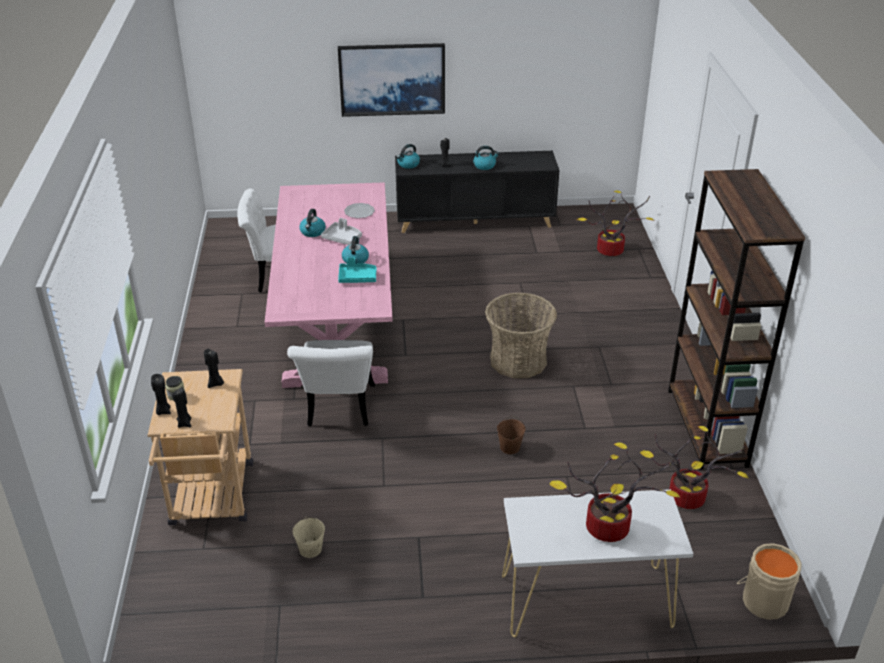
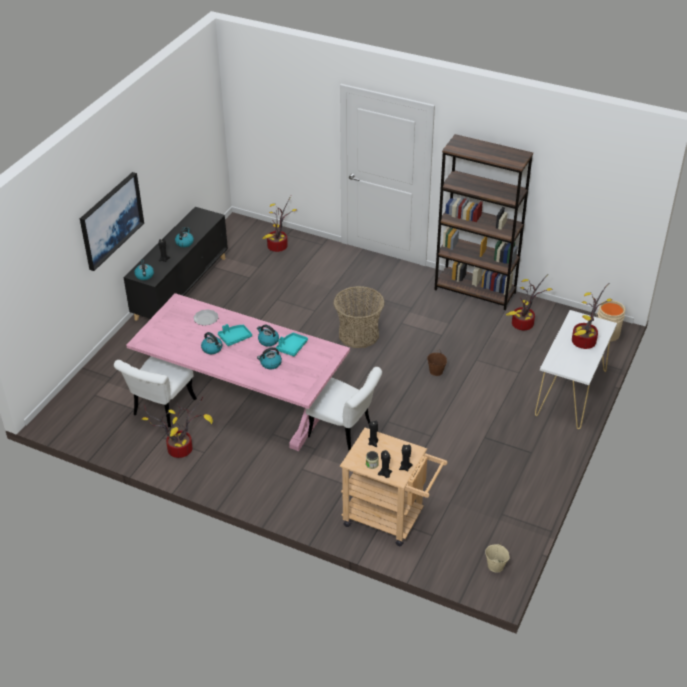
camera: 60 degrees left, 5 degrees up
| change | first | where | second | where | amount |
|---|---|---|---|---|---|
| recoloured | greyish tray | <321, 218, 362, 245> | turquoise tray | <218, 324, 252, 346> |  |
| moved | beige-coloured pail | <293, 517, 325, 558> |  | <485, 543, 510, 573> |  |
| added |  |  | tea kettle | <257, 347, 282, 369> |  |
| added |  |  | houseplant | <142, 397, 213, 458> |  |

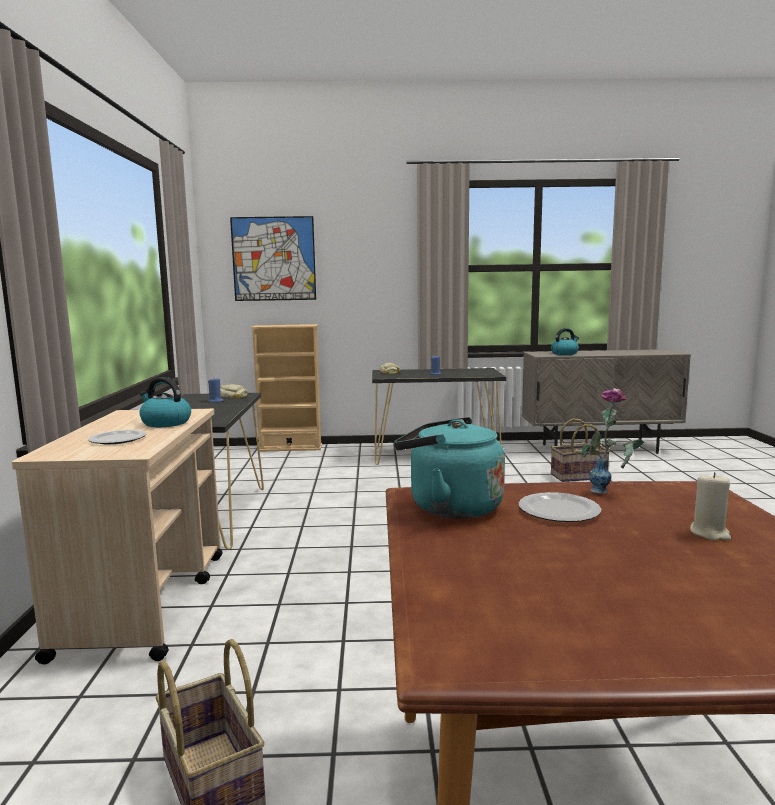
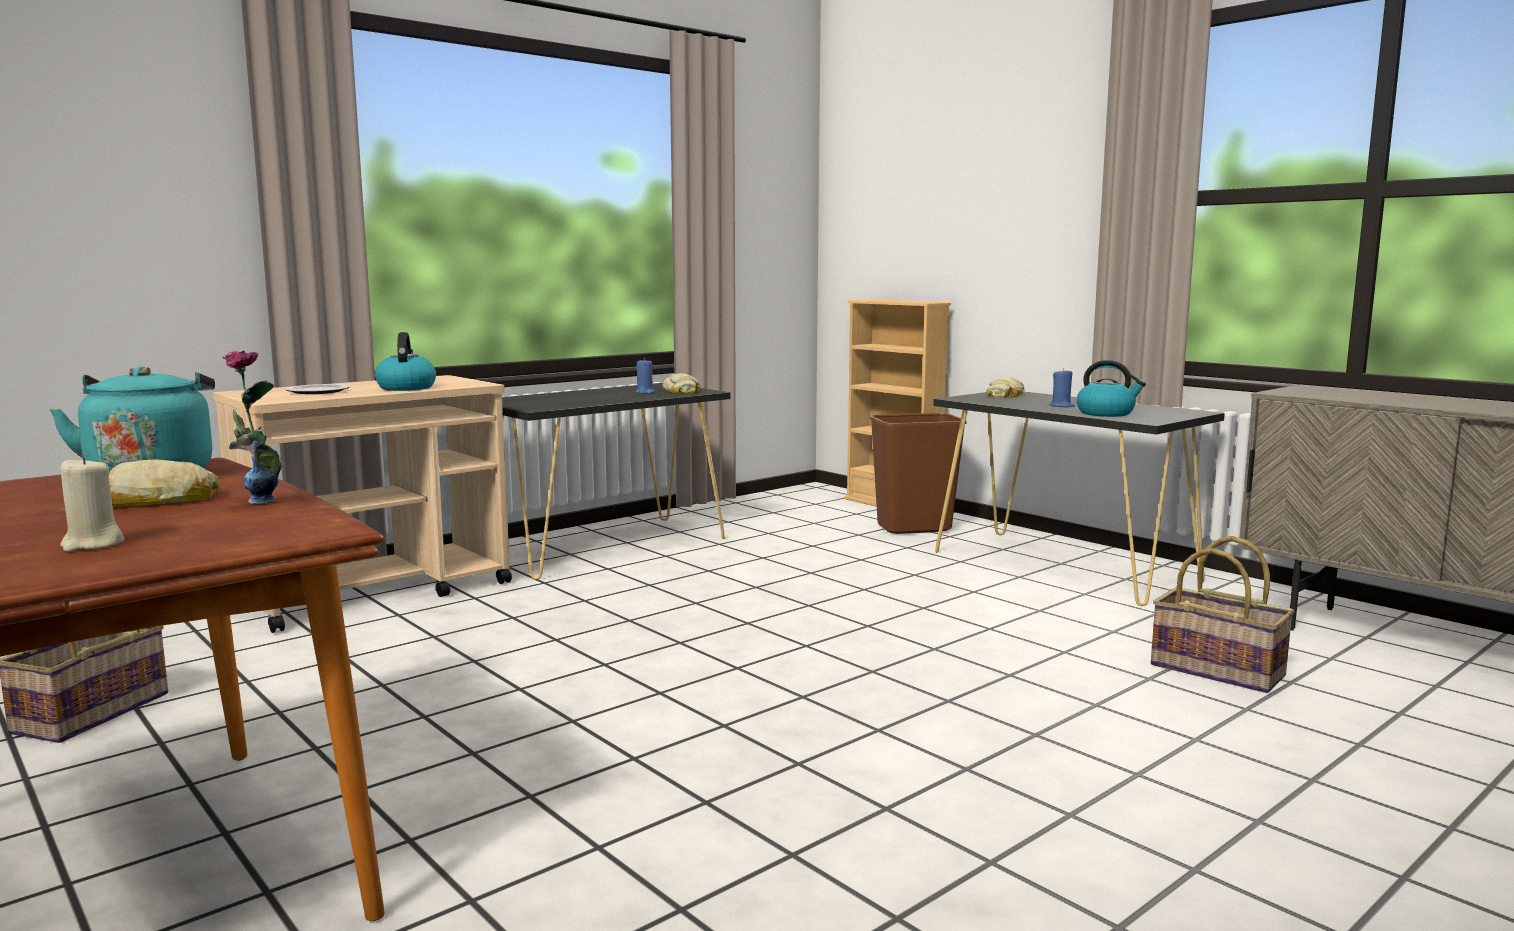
camera: 50 degrees right, 0 degrees up
| change | first | where | second | where | amount |
|---|---|---|---|---|---|
| removed | wall art | <230, 216, 316, 301> |  |  |  |
| moved | tea kettle | <551, 328, 579, 355> |  | <1077, 360, 1146, 417> |  |
| replaced | flat dish | <519, 492, 601, 522> | baked bread | <109, 459, 219, 507> |  |
| added |  |  | brown-coloured rubbish bin | <870, 413, 966, 534> |  |

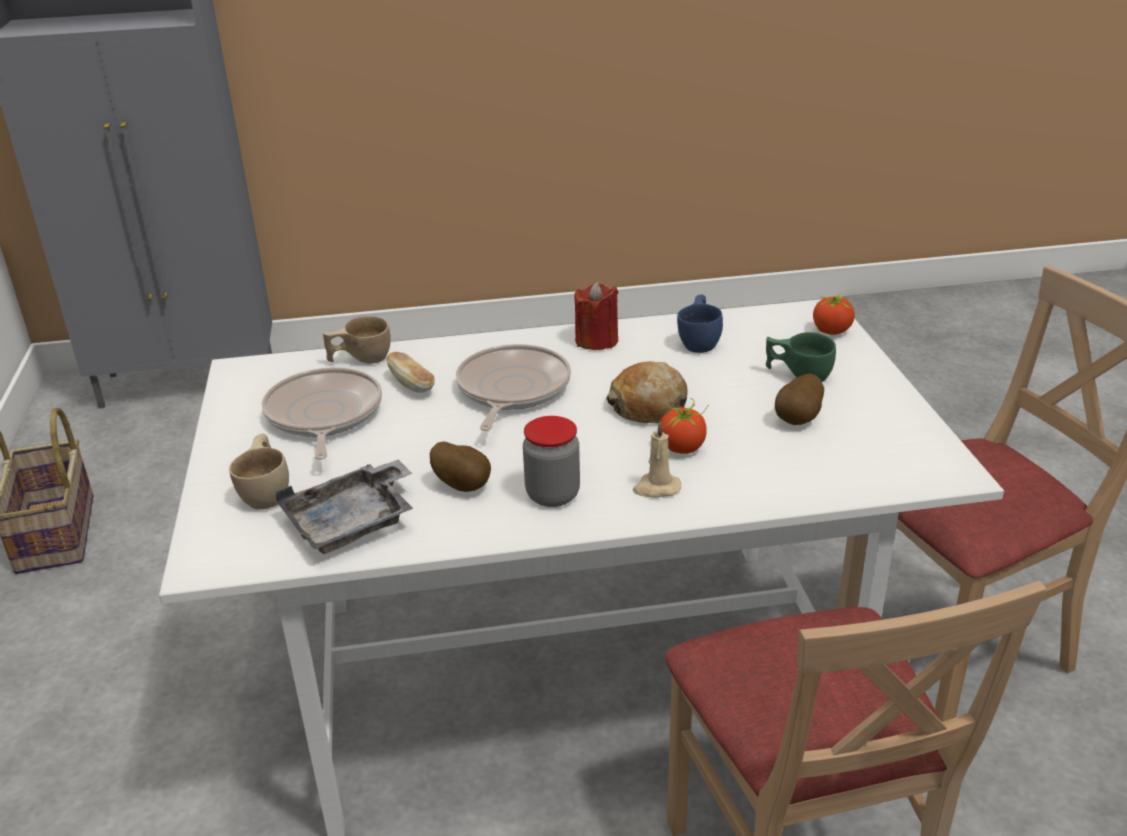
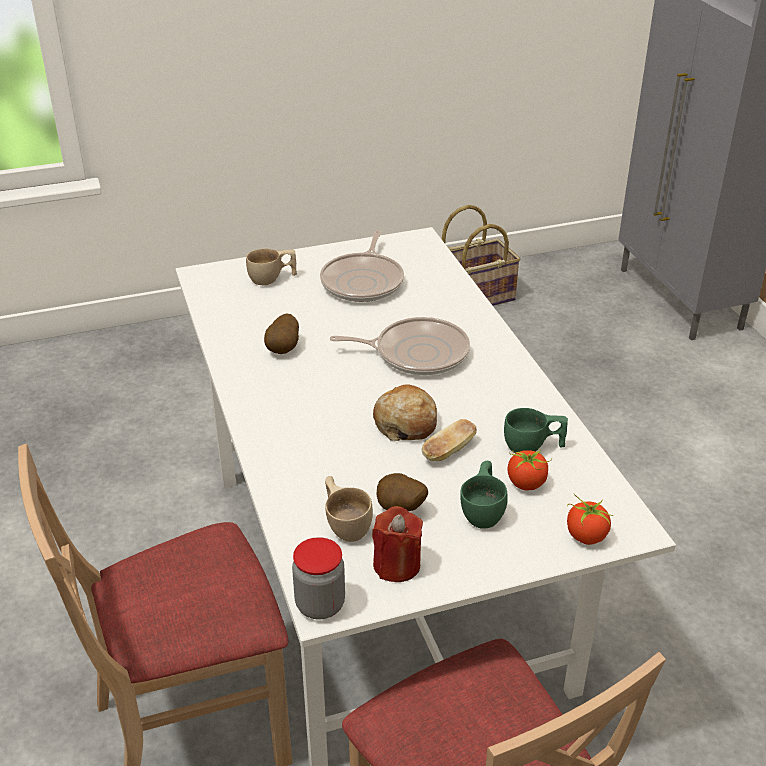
camera: 80 degrees right, 5 degrees up
| change | first | where | second | where | amount |
|---|---|---|---|---|---|
| moved | red wax light | <574, 282, 618, 350> |  | <372, 506, 423, 582> |  |
| recoloured | bluish small cup | <677, 295, 723, 353> | green-coloured small cup | <504, 408, 568, 453> |  |
| moved | beige-coloured small cup | <323, 316, 391, 363> |  | <325, 476, 373, 542> |  |
| moved | baked bread | <387, 352, 435, 393> |  | <421, 419, 477, 462> |  |
| turned | pan | <261, 368, 382, 460> |  | <320, 230, 404, 302> | 120 degrees clockwise |
| moved | tomato | <661, 398, 708, 454> |  | <508, 448, 552, 490> |  |
| moved | storage jar | <523, 416, 580, 507> |  | <292, 537, 345, 620> |  |
| removed | beige-coloured wax light | <633, 421, 681, 498> |  |  |  |
| removed | greyish tray | <275, 459, 413, 554> |  |  |  |

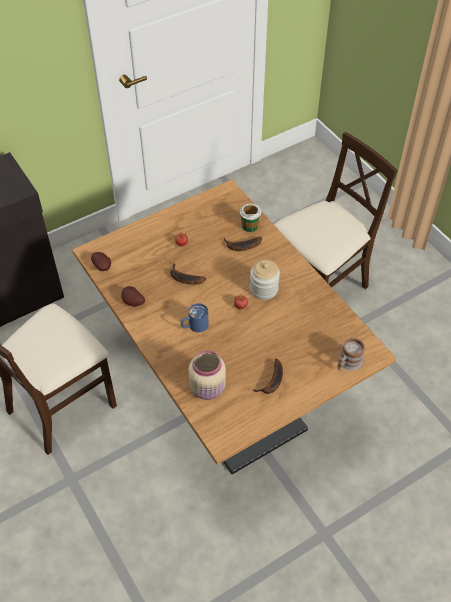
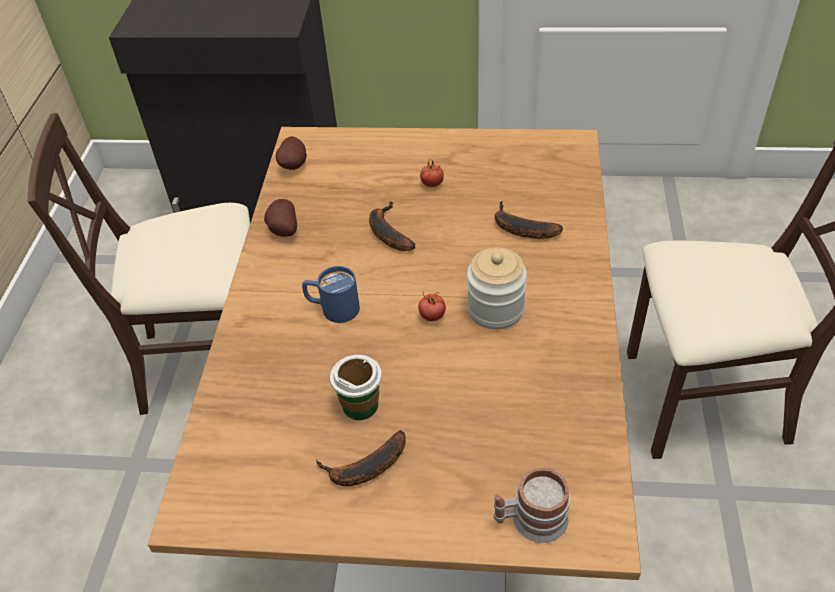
camera: 40 degrees right, 5 degrees down
| change | first | where | second | where | amount |
|---|---|---|---|---|---|
| moved | small cup | <240, 204, 261, 232> |  | <330, 355, 382, 420> |  |
| removed | beige-coloured storage jar | <188, 351, 226, 400> |  |  |  |

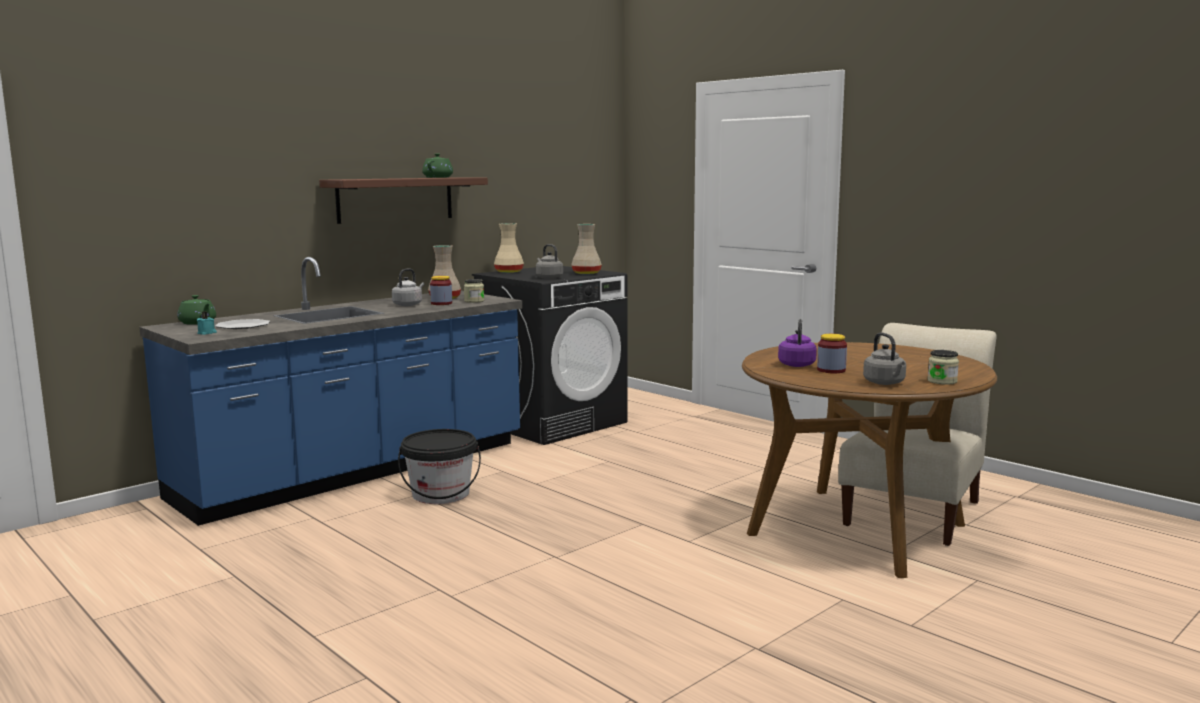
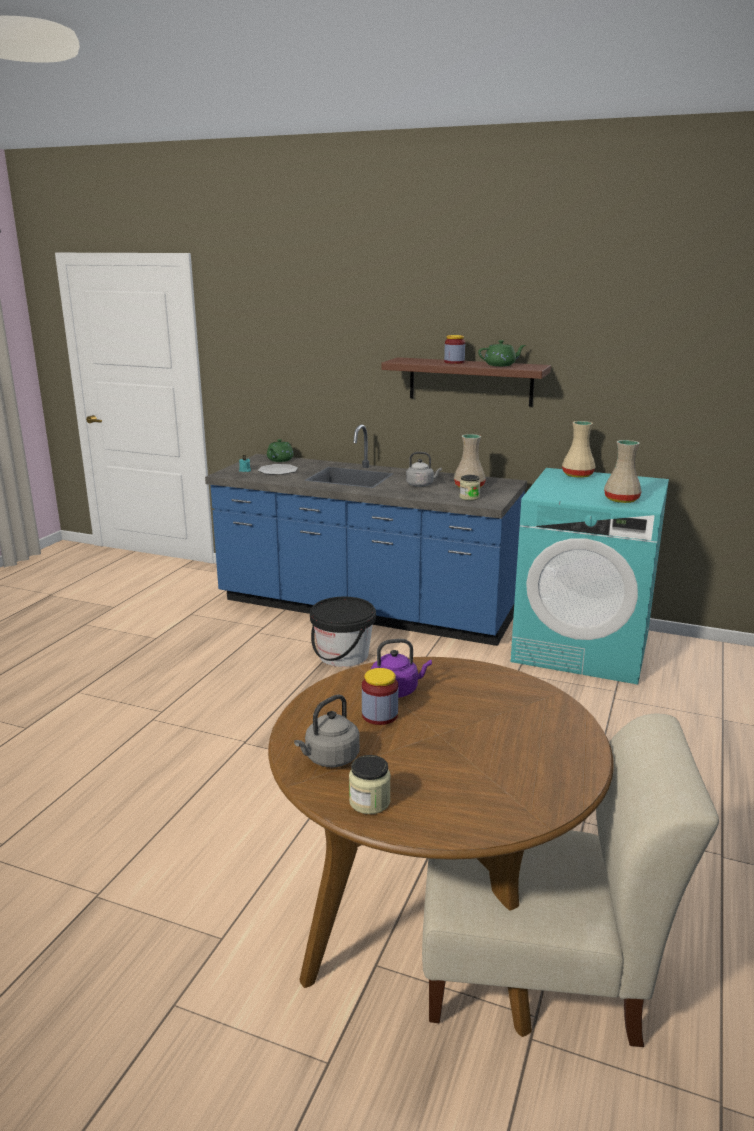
camera: 65 degrees right, 10 degrees up
| change | first | where | second | where | amount |
|---|---|---|---|---|---|
| removed | greyish tea kettle | <536, 244, 563, 279> |  |  |  |
| recoloured | black-coloured laundry appliance | <472, 266, 628, 445> | turquoise laundry appliance | <511, 468, 669, 685> |  |
| moved | storage jar | <430, 276, 452, 305> |  | <444, 335, 465, 364> |  |

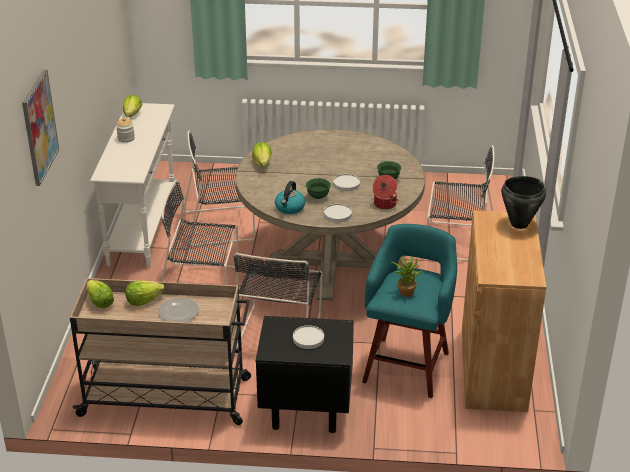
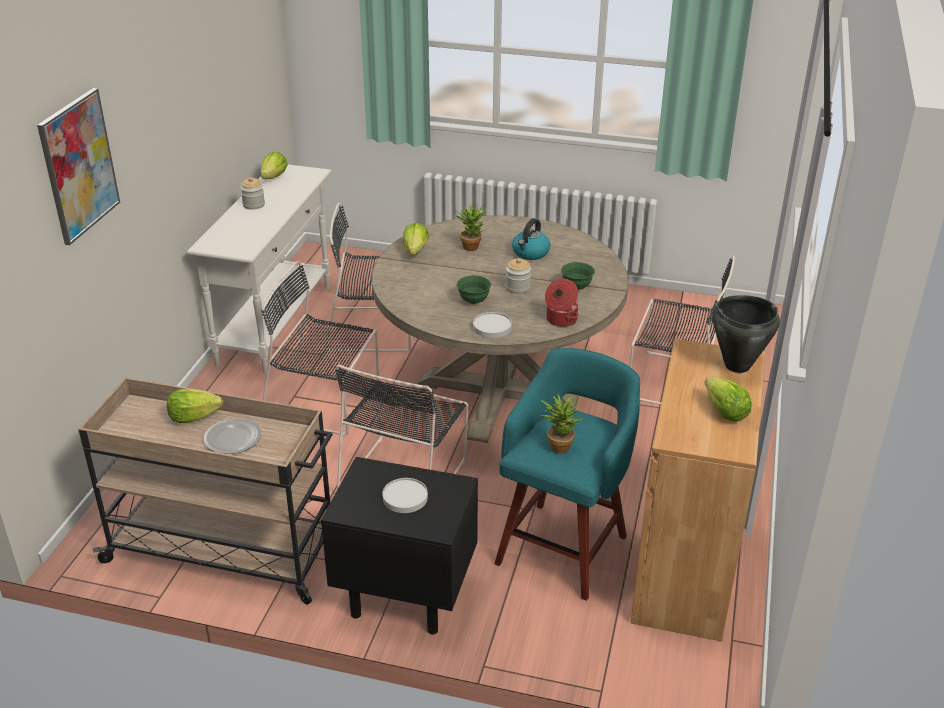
camera: 10 degrees right, 0 degrees up
| change | first | where | second | where | amount |
|---|---|---|---|---|---|
| replaced | white flat dish | <333, 174, 360, 191> | storage jar | <506, 258, 531, 294> |  |
| moved | tea kettle | <275, 181, 305, 214> |  | <512, 218, 550, 260> |  |
| moved | lettuce head | <87, 280, 114, 308> |  | <704, 377, 752, 422> |  |
| added |  |  | houseplant | <455, 205, 486, 251> |  |

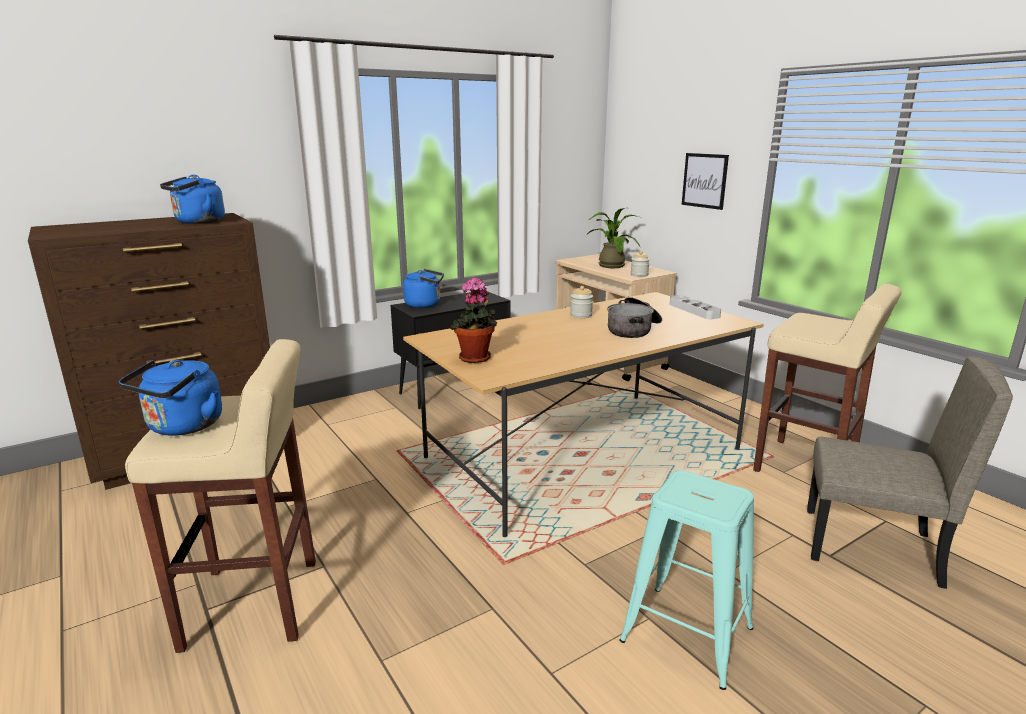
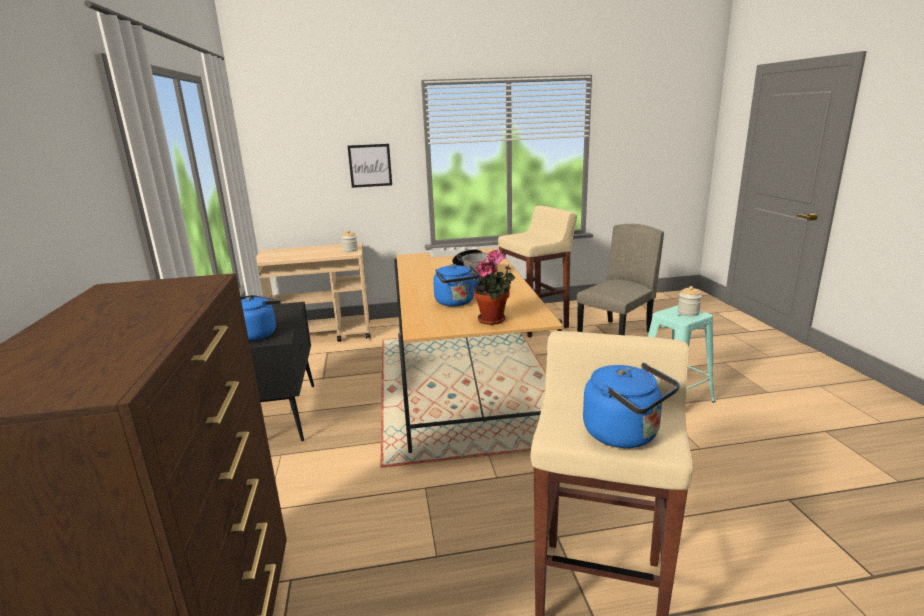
camera: 65 degrees left, 0 degrees up
| change | first | where | second | where | amount |
|---|---|---|---|---|---|
| moved | bluish tea kettle | <160, 175, 225, 224> |  | <433, 264, 480, 306> |  |
| removed | houseplant | <586, 208, 642, 268> |  |  |  |
| moved | storage jar | <570, 286, 593, 318> |  | <678, 286, 702, 316> |  |

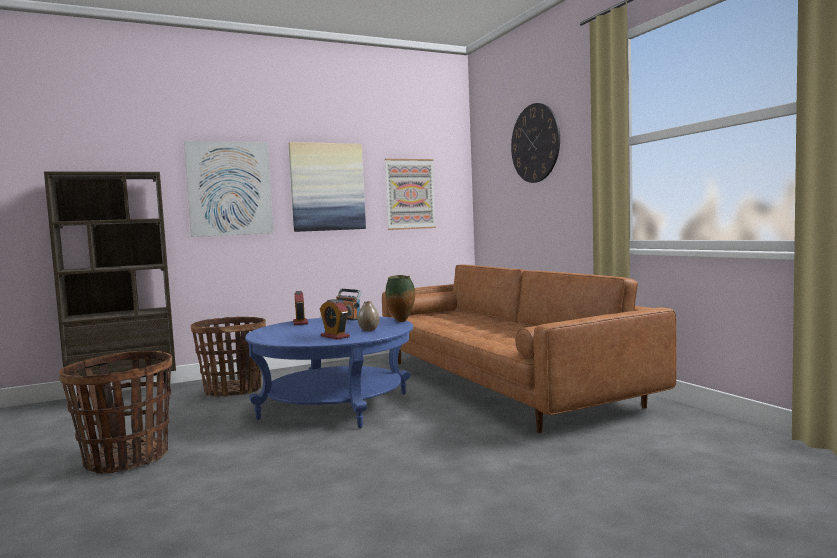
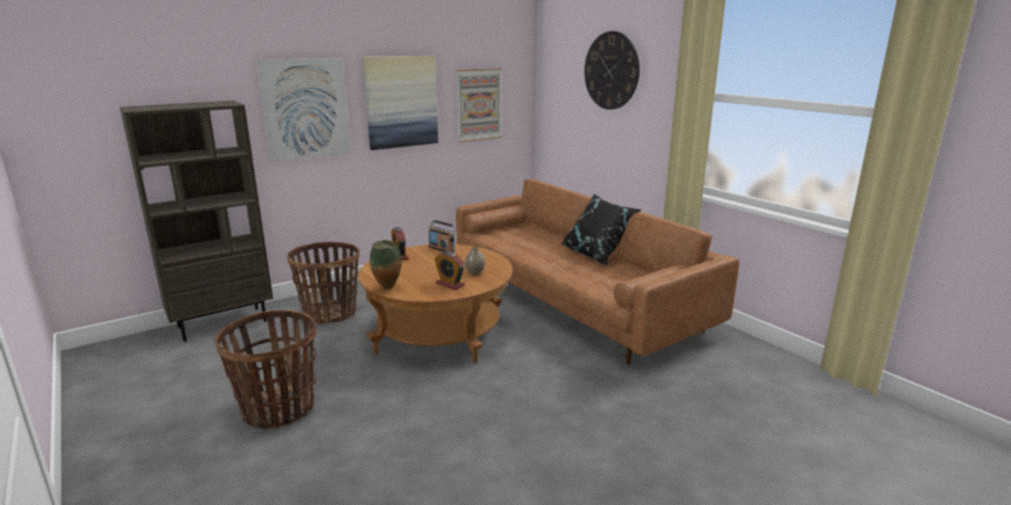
camera: 10 degrees left, 15 degrees up
| change | first | where | second | where | amount |
|---|---|---|---|---|---|
| moved | vase | <386, 275, 415, 322> |  | <370, 240, 402, 289> |  |
| recoloured | bluish coffee table | <245, 317, 413, 428> | brown-coloured coffee table | <358, 244, 513, 363> |  |
| added |  |  | black-coloured throw pillow | <562, 194, 641, 266> |  |

